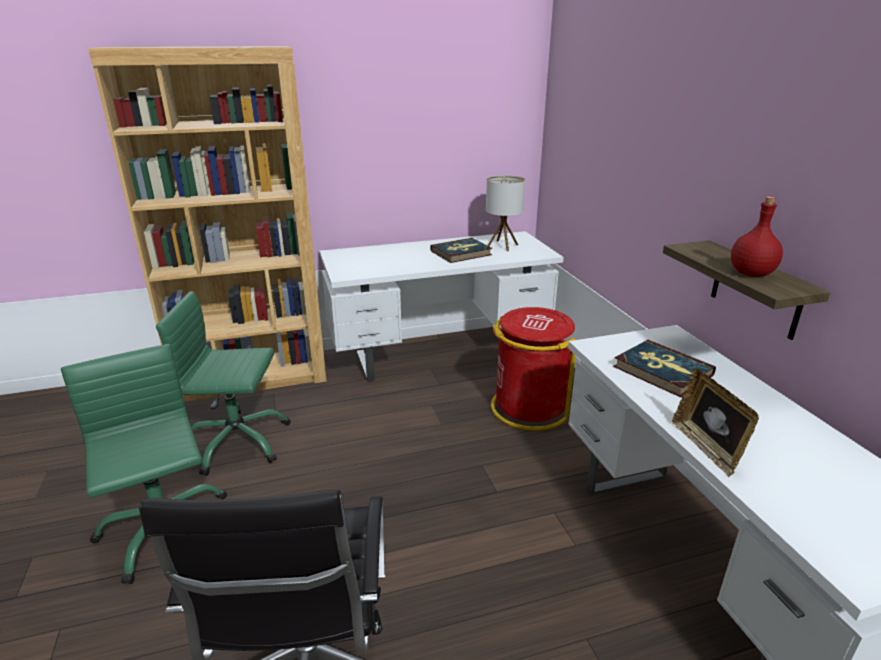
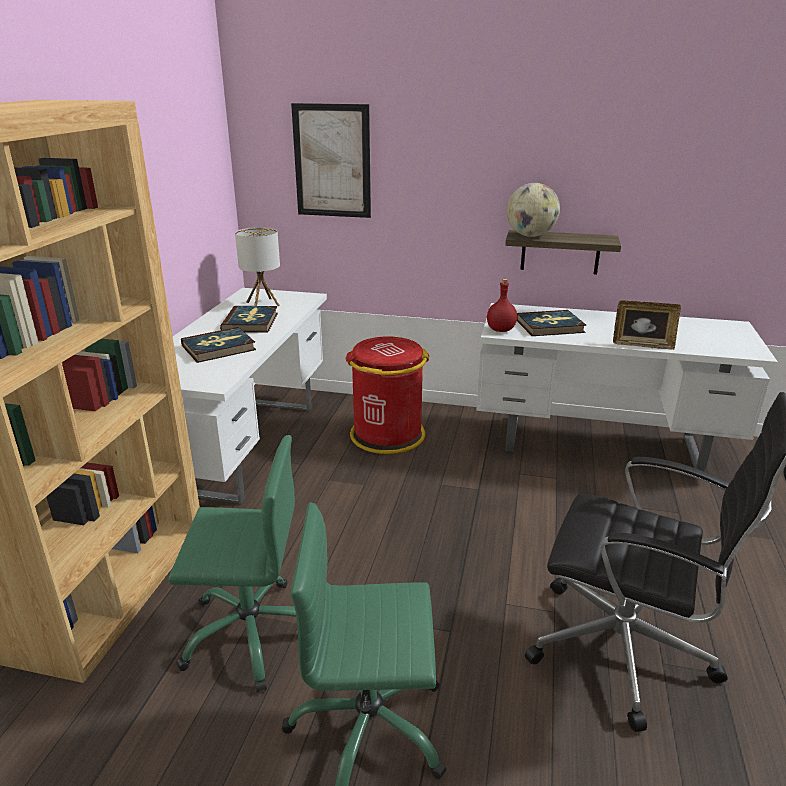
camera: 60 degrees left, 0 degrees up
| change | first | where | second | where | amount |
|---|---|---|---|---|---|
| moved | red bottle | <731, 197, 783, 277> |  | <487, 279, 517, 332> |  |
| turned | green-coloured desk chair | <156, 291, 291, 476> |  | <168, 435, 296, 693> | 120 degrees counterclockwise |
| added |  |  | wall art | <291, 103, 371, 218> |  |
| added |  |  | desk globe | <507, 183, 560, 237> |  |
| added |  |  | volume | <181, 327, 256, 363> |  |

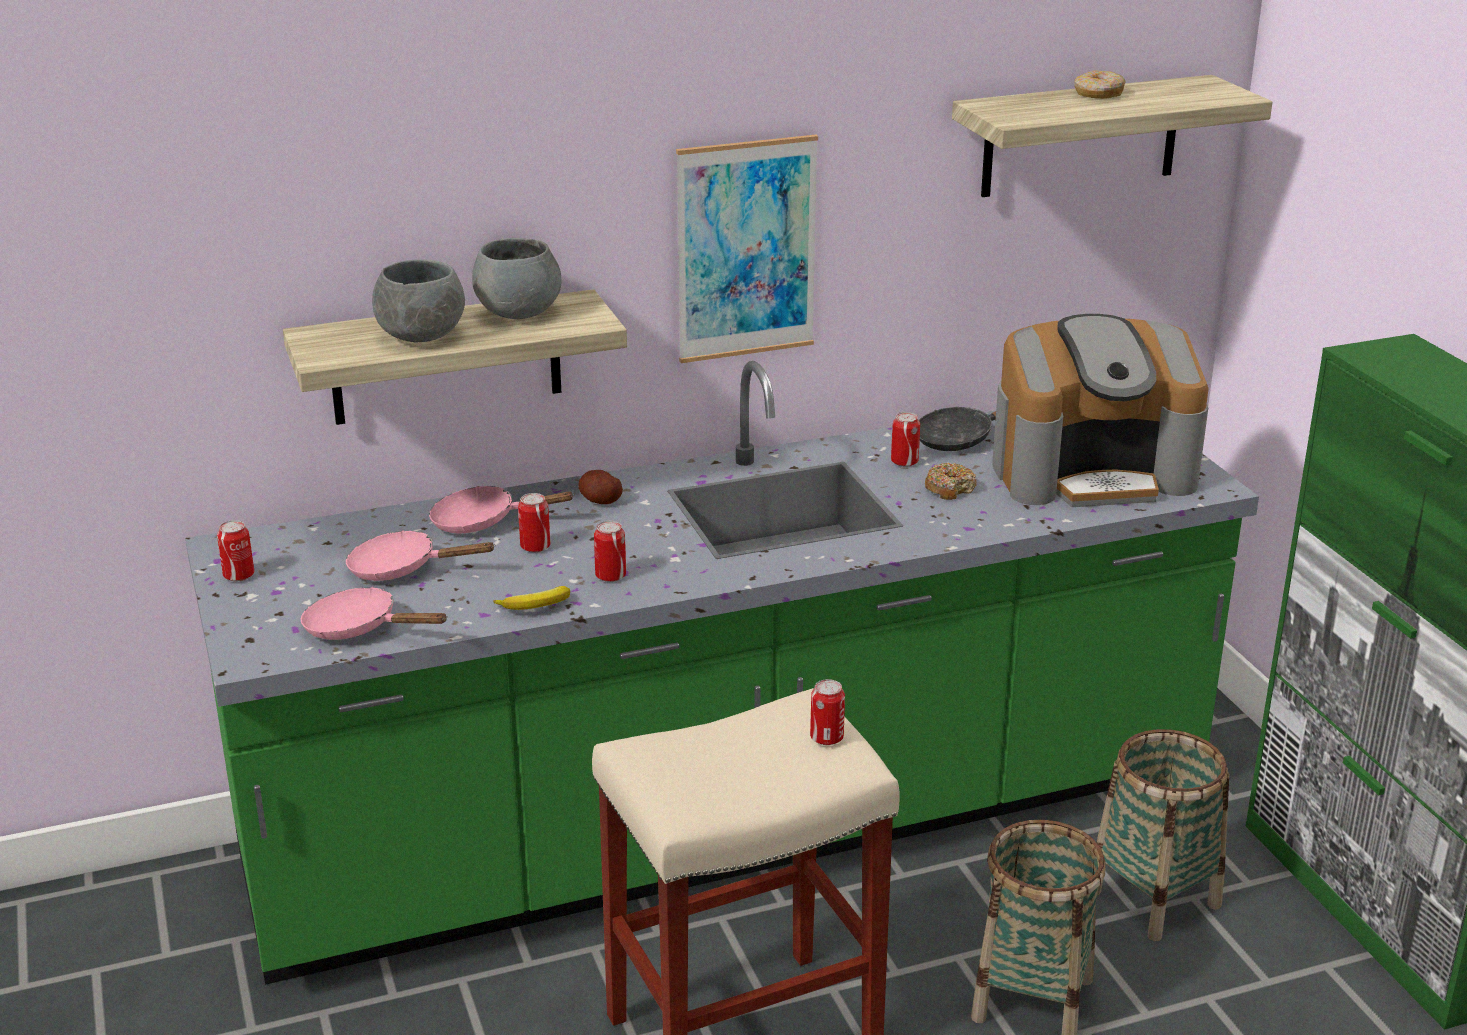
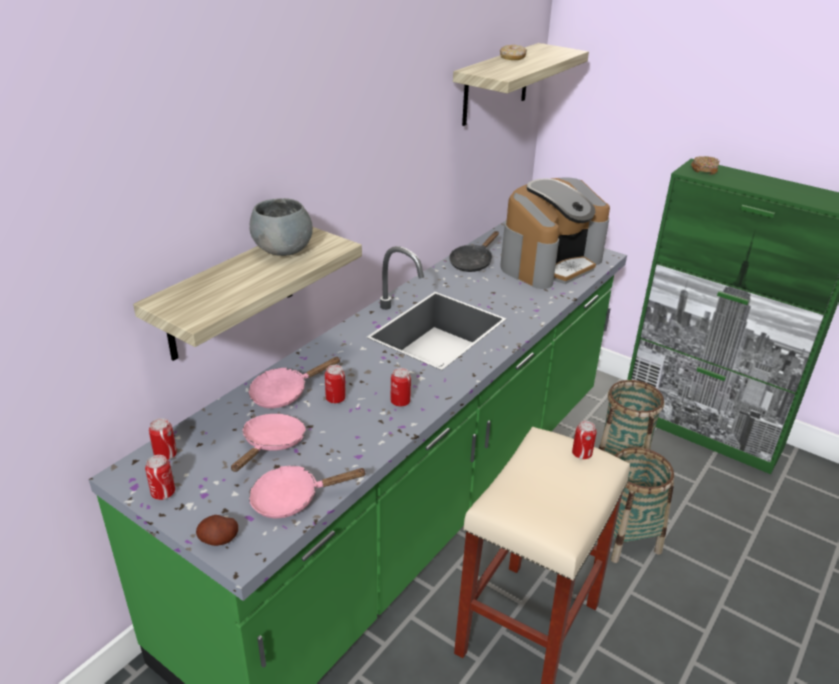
camera: 35 degrees left, 5 degrees up
| change | first | where | second | where | amount |
|---|---|---|---|---|---|
| removed | wall art | <676, 135, 818, 363> |  |  |  |
| removed | greyish serving bowl | <372, 260, 465, 342> |  |  |  |
| moved | sealed can | <891, 412, 920, 467> |  | <149, 418, 177, 460> |  |
| moved | ring doughnut | <925, 463, 976, 500> |  | <691, 156, 720, 175> |  |
| moved | spud | <578, 470, 623, 504> |  | <196, 515, 238, 546> |  |
| turned | pink pan | <346, 530, 496, 581> |  | <231, 414, 305, 472> | 135 degrees clockwise |
| removed | banana fruit | <493, 586, 570, 610> |  |  |  |

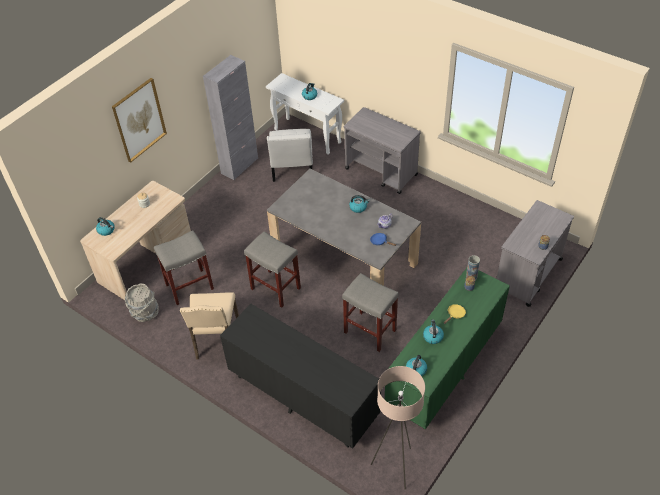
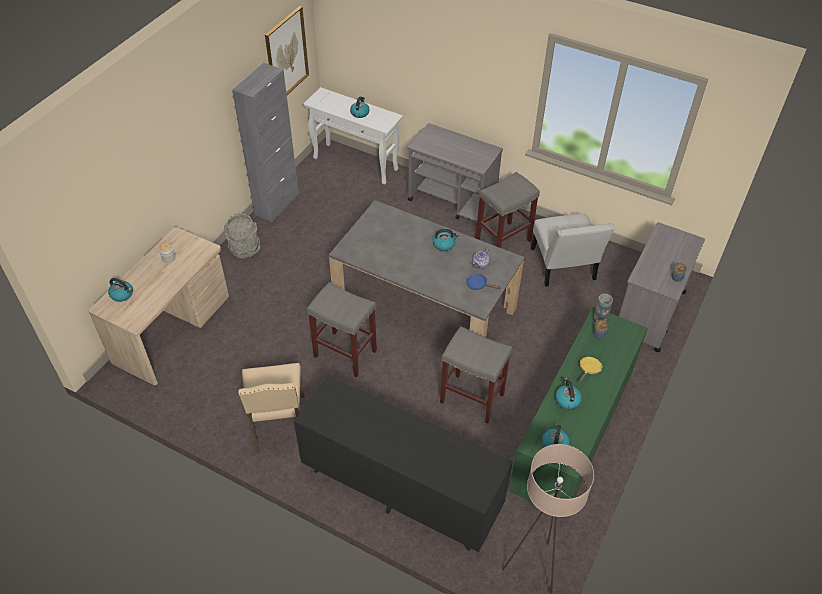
camera: 10 degrees left, 0 degrees up
| change | first | where | second | where | amount |
|---|---|---|---|---|---|
| moved | wall art | <112, 78, 167, 163> |  | <265, 6, 309, 95> |  |
| moved | white plain chair | <267, 129, 313, 182> |  | <531, 214, 615, 287> |  |
| moved | greyish stool seat | <154, 230, 214, 305> |  | <475, 172, 540, 248> |  |
| moved | greyish pail | <125, 283, 159, 322> |  | <224, 213, 260, 258> |  |

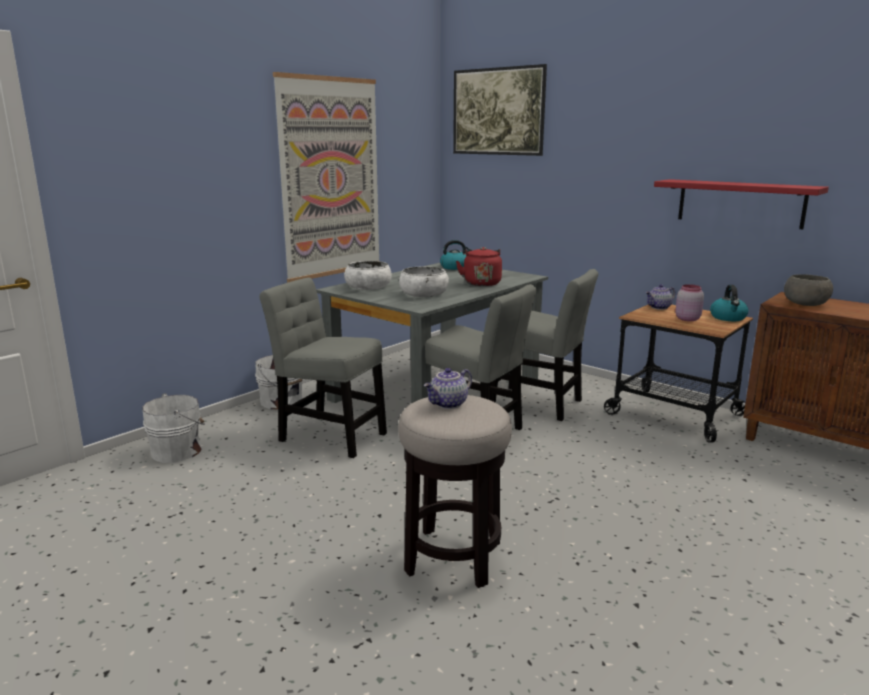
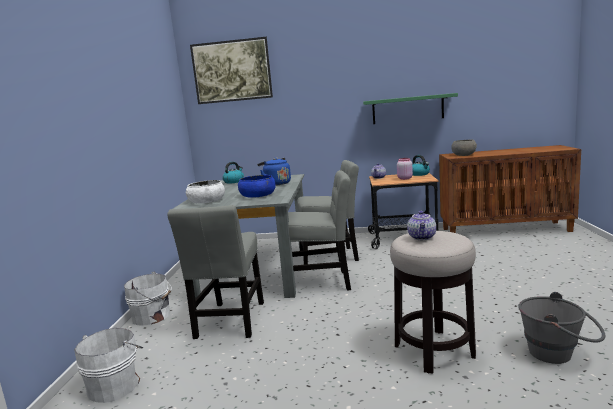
camera: 35 degrees left, 5 degrees down
| change | first | where | second | where | amount |
|---|---|---|---|---|---|
| removed | wall art | <273, 72, 379, 283> |  |  |  |
| recoloured | red bracket shelf | <654, 179, 829, 229> | green-coloured bracket shelf | <363, 93, 458, 124> |  |
| recoloured | red tea kettle | <456, 247, 502, 286> | bluish tea kettle | <257, 158, 291, 185> |  |
| recoloured | white serving bowl | <399, 266, 449, 297> | bluish serving bowl | <238, 175, 276, 198> |  |
| turned | greyish plain chair | <259, 277, 387, 458> |  | <167, 205, 264, 339> | 75 degrees counterclockwise |
| added |  |  | greyish pail | <518, 292, 605, 364> |  |

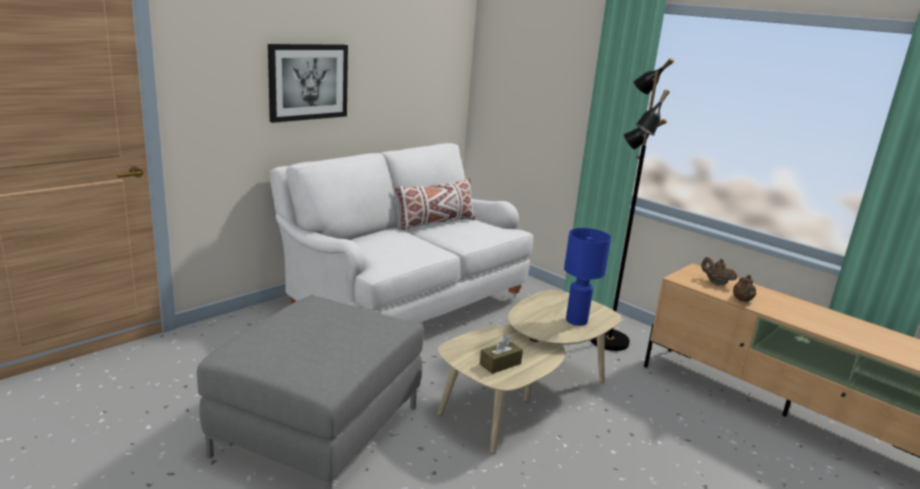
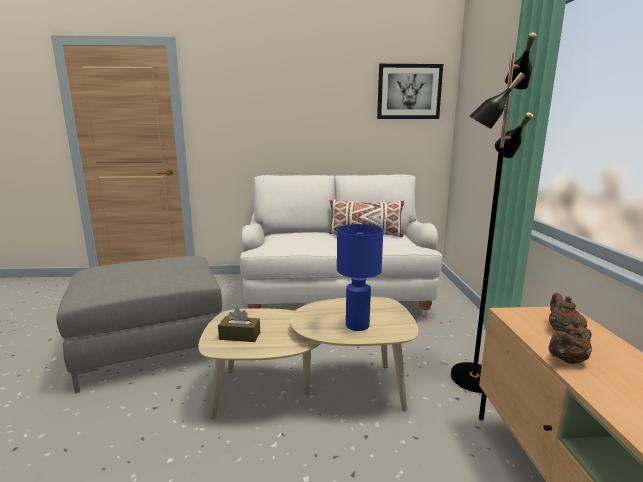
camera: 45 degrees right, 5 degrees down
| change | first | where | second | where | amount |
|---|---|---|---|---|---|
| moved | wall art | <268, 44, 348, 123> |  | <377, 64, 443, 119> |  |

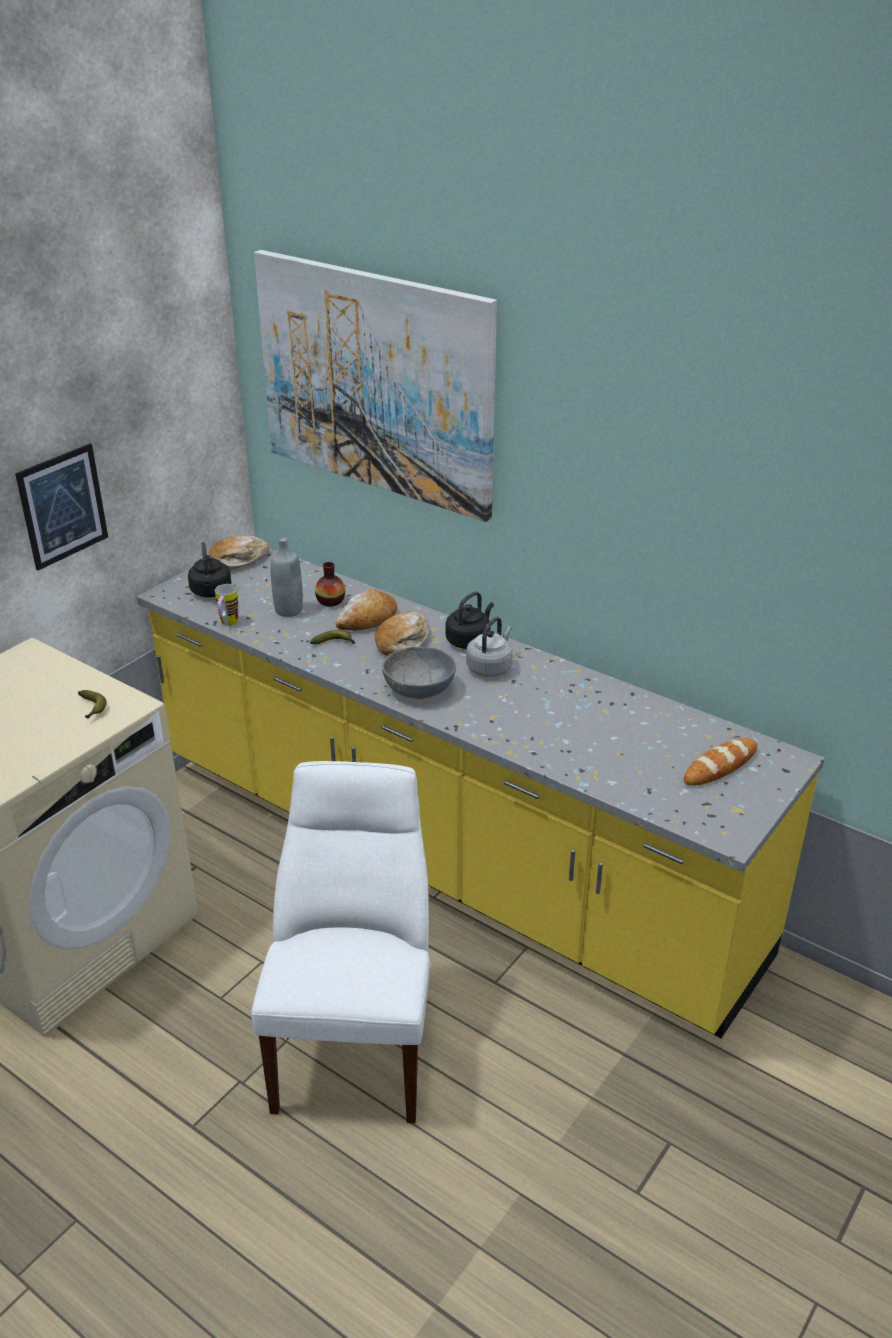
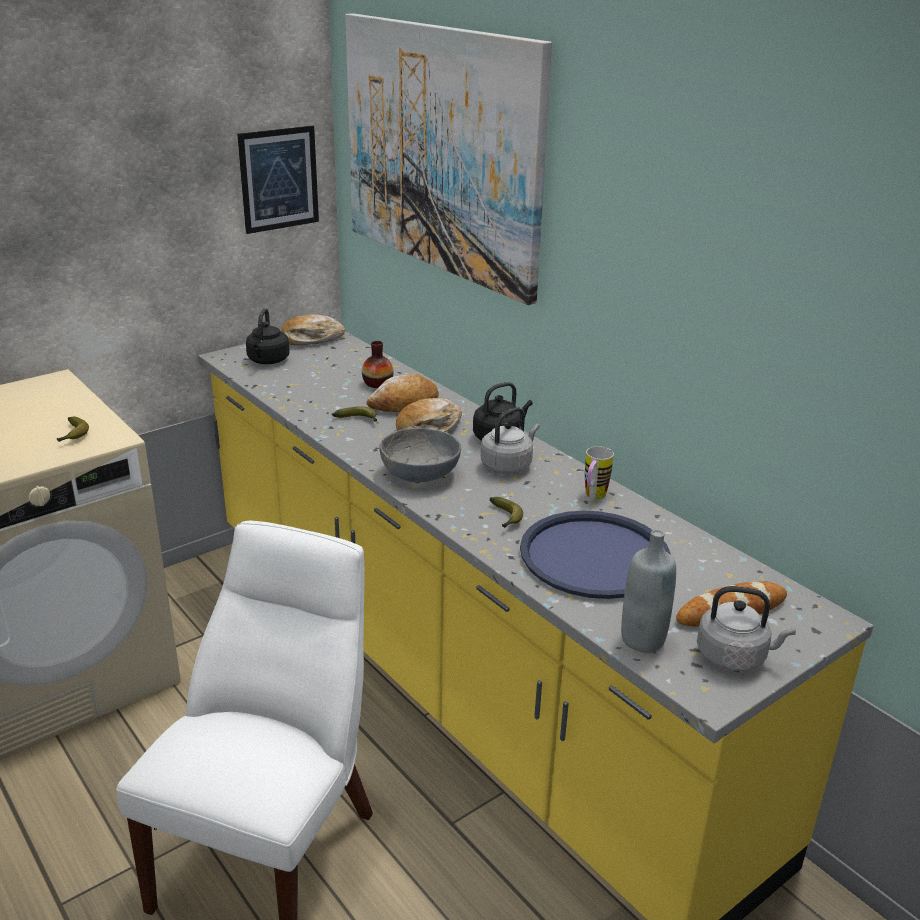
camera: 15 degrees right, 5 degrees down
| change | first | where | second | where | amount |
|---|---|---|---|---|---|
| moved | wall art | <15, 443, 108, 571> |  | <237, 125, 319, 234> |  |
| moved | greyish bottle | <270, 538, 303, 617> |  | <621, 530, 676, 653> |  |
| moved | tea mug | <215, 584, 238, 626> |  | <585, 446, 614, 499> |  |
| added |  |  | banana fruit | <490, 497, 523, 528> |  |
| added |  |  | bluish tray | <520, 510, 671, 599> |  |
| added |  |  | greyish tea kettle | <697, 586, 796, 671> |  |

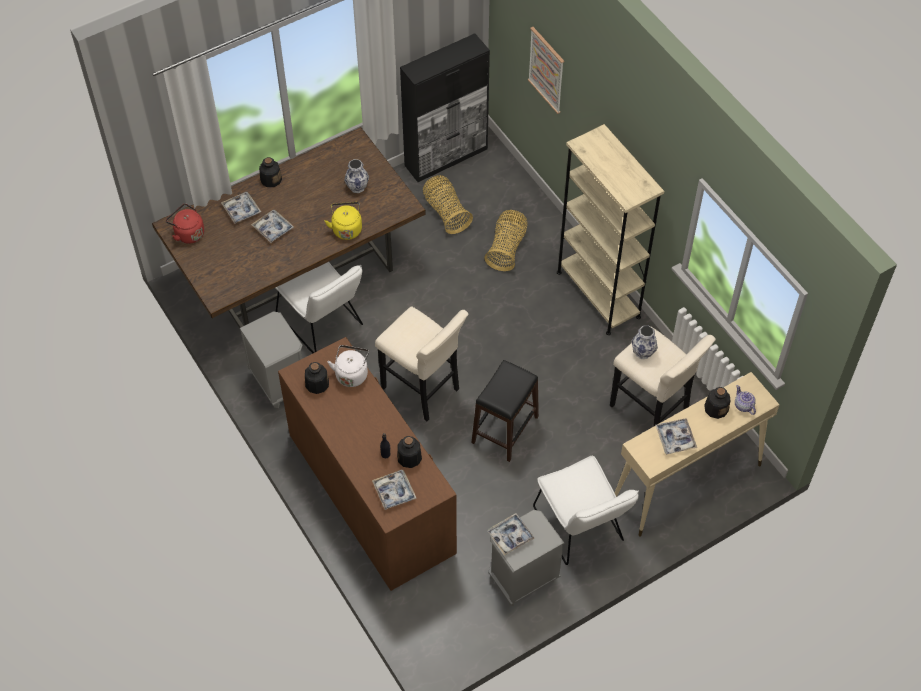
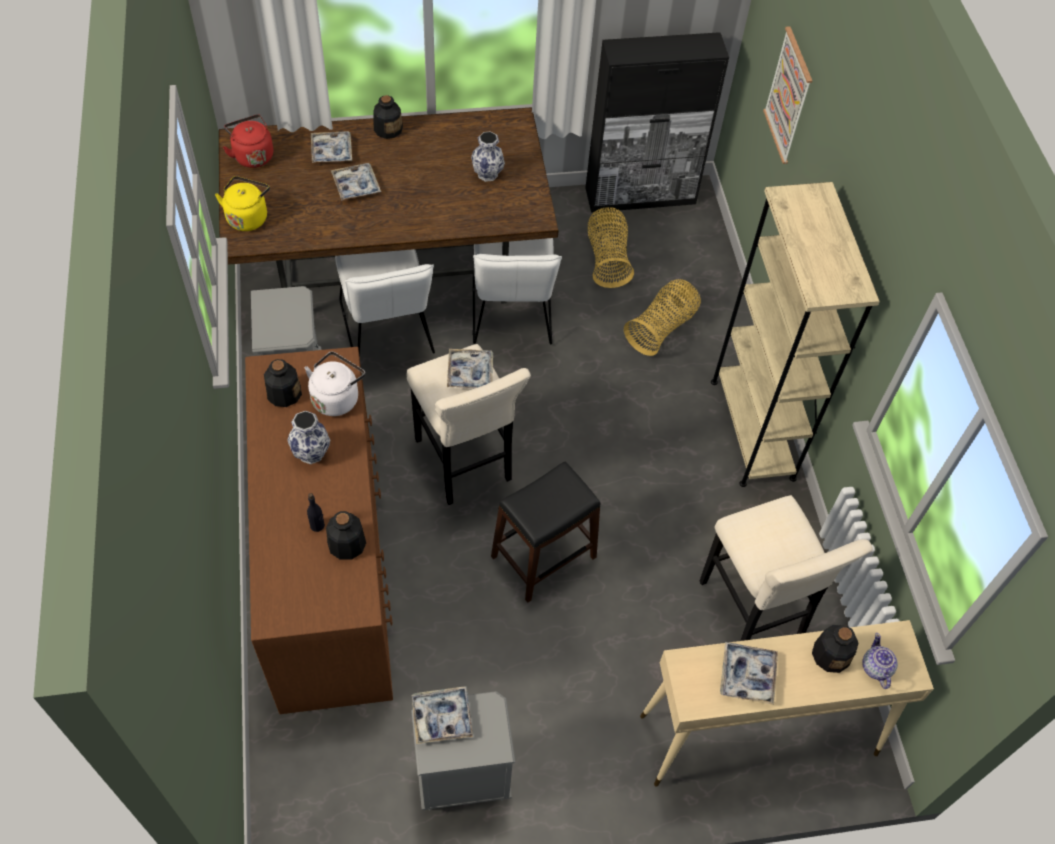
camera: 20 degrees right, 0 degrees up
| change | first | where | second | where | amount |
|---|---|---|---|---|---|
| moved | yellow-coloured tea kettle | <325, 202, 362, 240> |  | <215, 176, 270, 231> |  |
| moved | vase | <631, 326, 658, 359> |  | <287, 411, 330, 464> |  |
| moved | white plain chair | <533, 456, 639, 565> |  | <472, 238, 562, 345> |  |
| moved | tray | <372, 470, 416, 510> |  | <447, 349, 493, 388> |  |

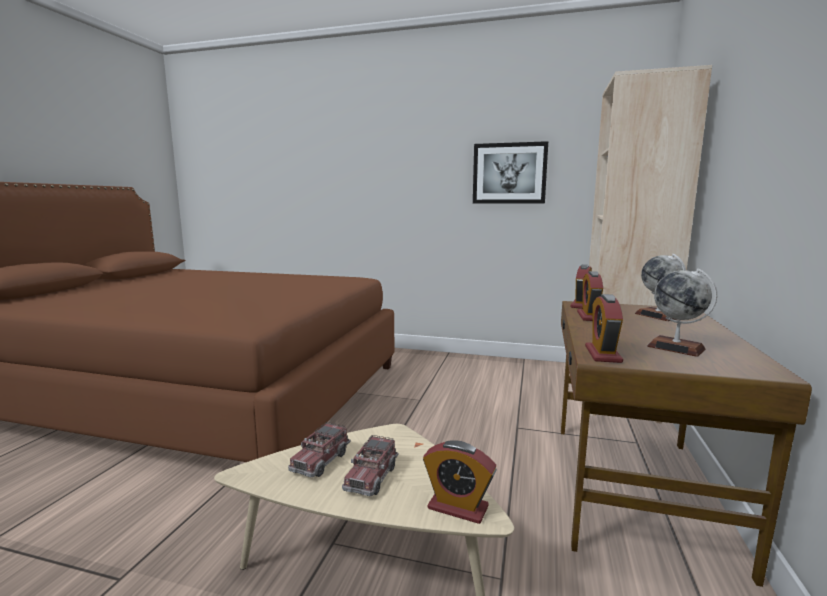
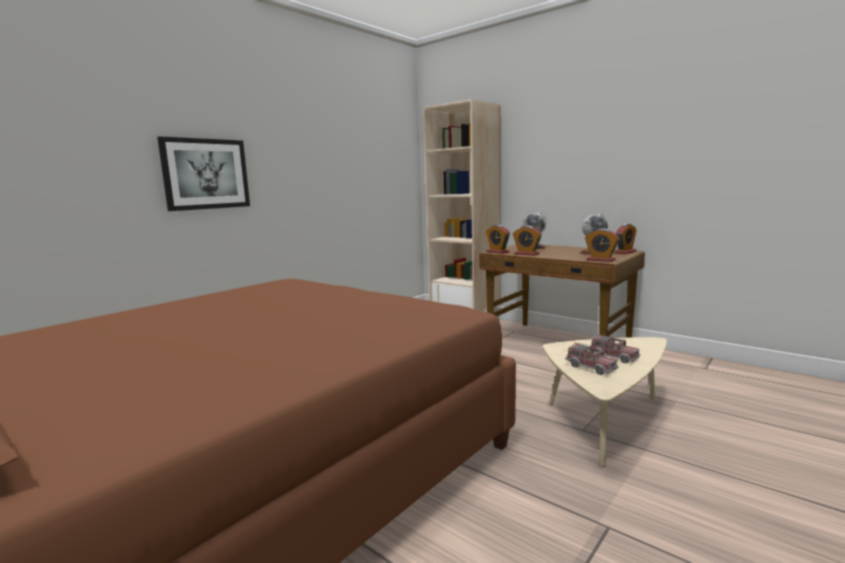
camera: 65 degrees left, 0 degrees up
| change | first | where | second | where | amount |
|---|---|---|---|---|---|
| moved | wall art | <473, 141, 548, 204> |  | <157, 136, 250, 211> |  |
| moved | alarm clock | <423, 440, 497, 524> |  | <614, 224, 637, 254> |  |

